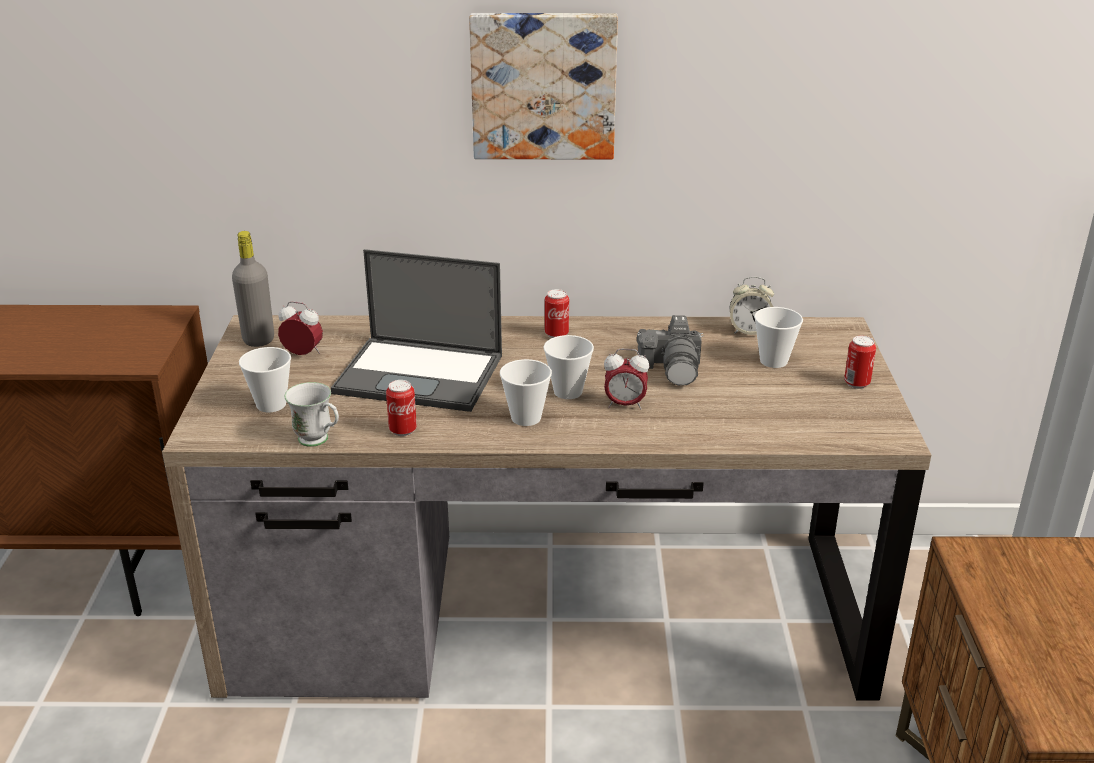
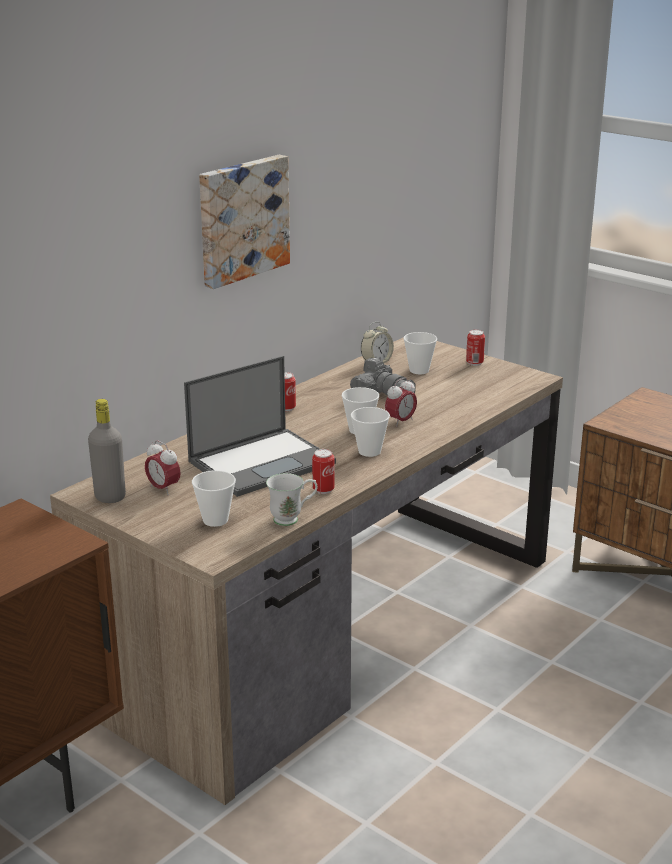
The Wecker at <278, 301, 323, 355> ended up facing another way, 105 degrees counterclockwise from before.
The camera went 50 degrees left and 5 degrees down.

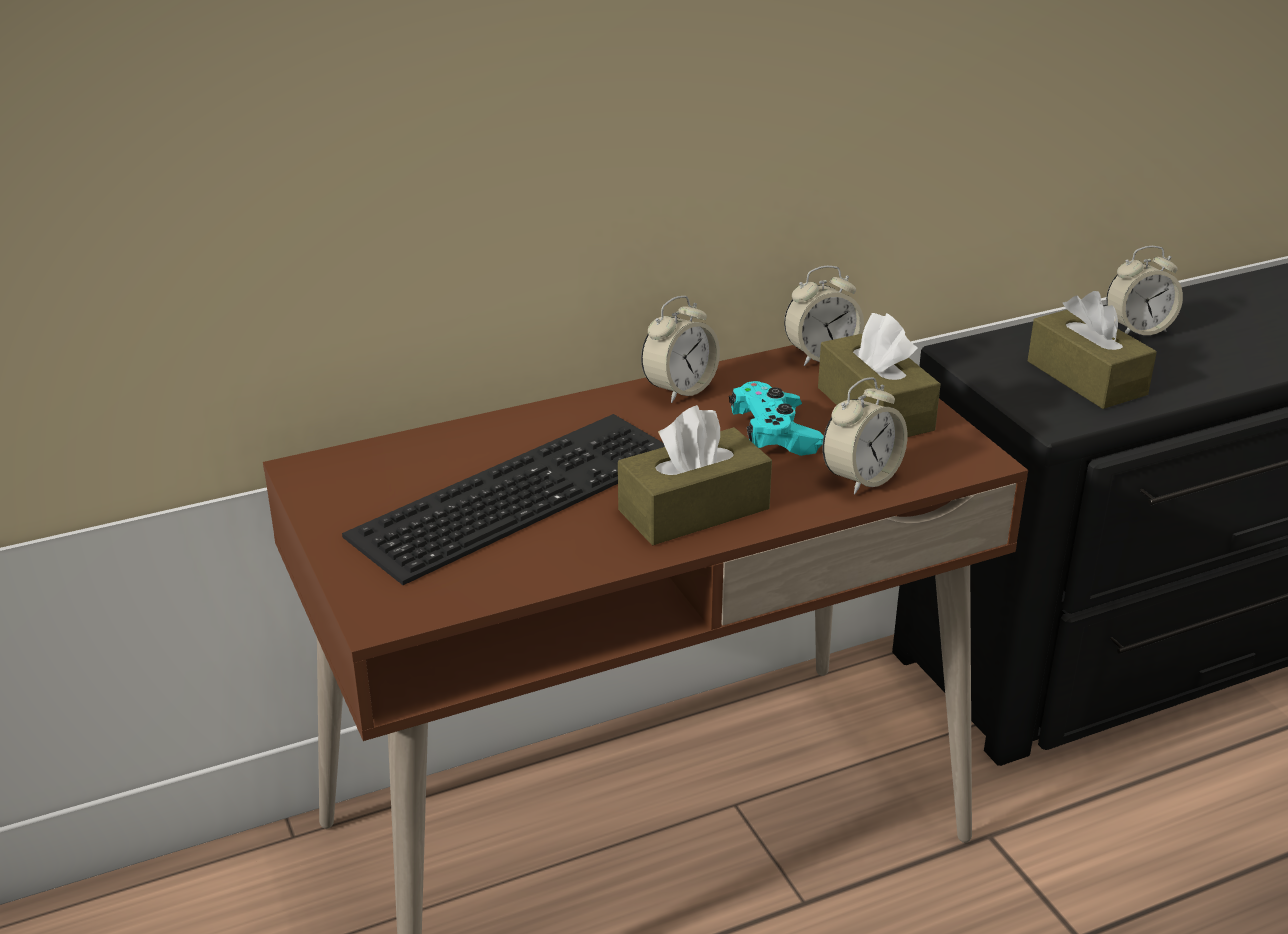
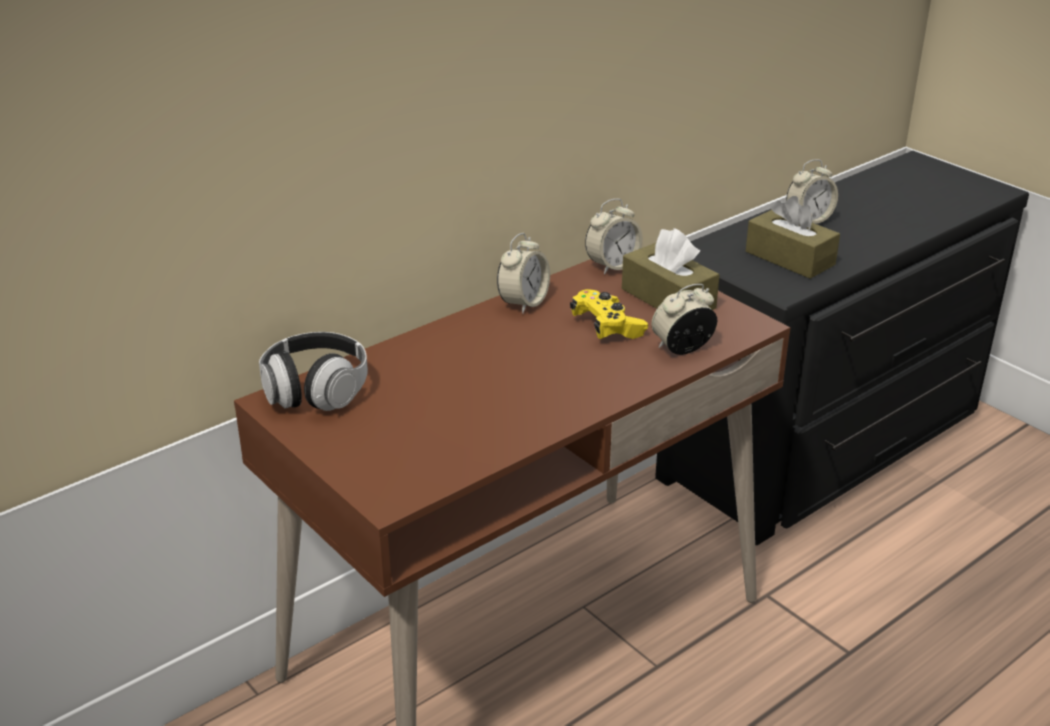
The second view lost the Tastatur at <342, 414, 665, 585>.
The second view lost the Taschentuchbox (braun) at <618, 405, 772, 545>.
What was the Gamepad (türkis) at <729, 381, 824, 456> turned into the Gamepad (gelb) at <570, 289, 648, 339>.
The Wecker at <823, 377, 908, 495> ended up facing another way, 150 degrees counterclockwise from before.
The second view gained the Kopfhörer at <259, 332, 368, 411>.
The camera went 15 degrees left and 0 degrees up.

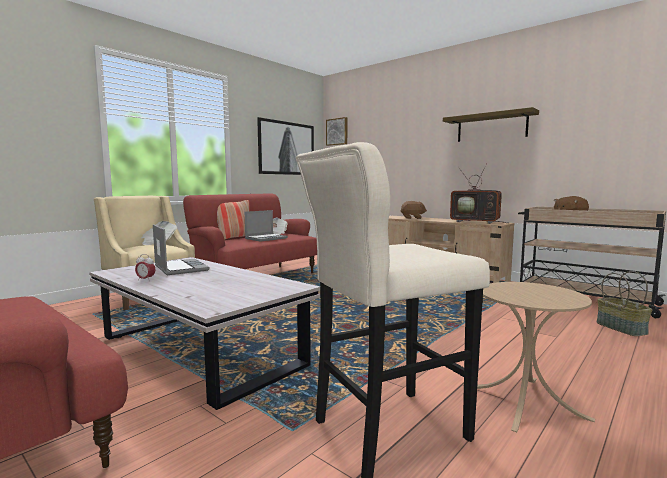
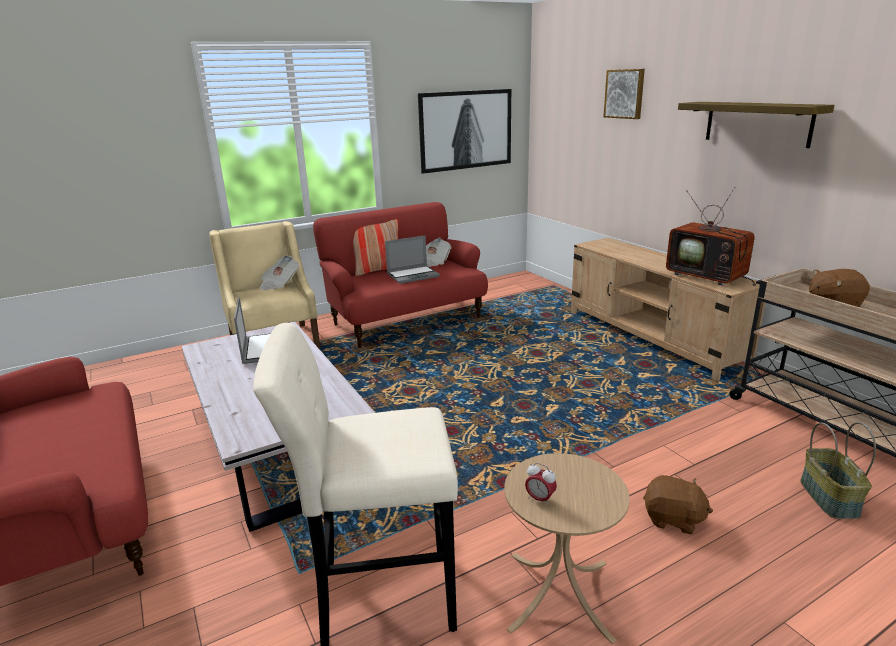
The Wecker ended up elsewhere, having gone from <135, 254, 156, 281> to <525, 463, 557, 506>.
The Bild ended up elsewhere, having gone from <326, 117, 347, 146> to <604, 69, 645, 119>.
The Plüschtier (braun) ended up elsewhere, having gone from <401, 201, 427, 219> to <643, 475, 713, 534>.
The camera went 20 degrees right and 15 degrees up.

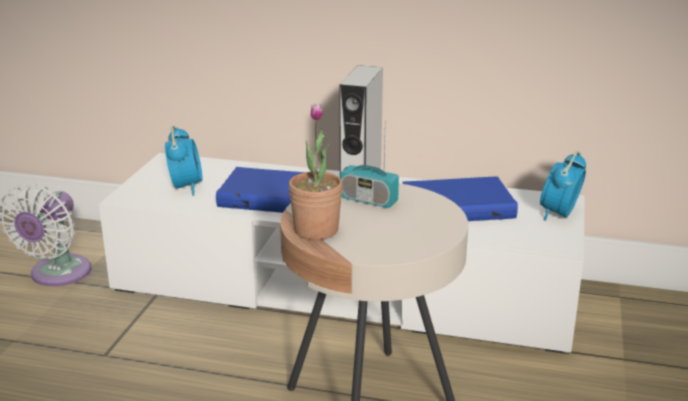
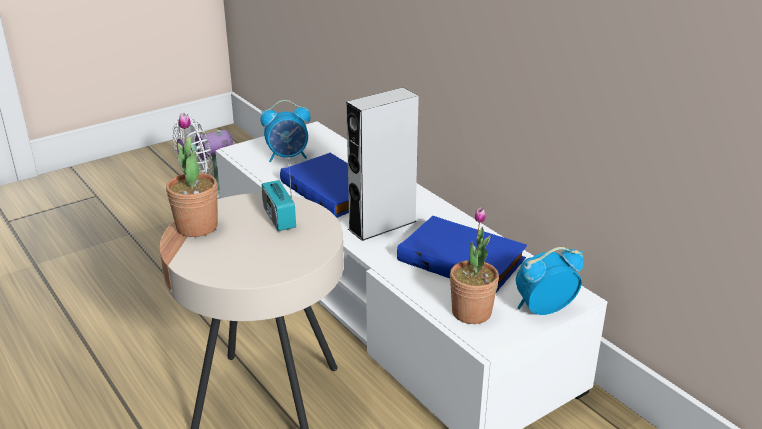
The Wecker at <165, 126, 202, 195> ended up facing another way, 45 degrees clockwise from before.
The second view gained the Topfpflanze at <450, 208, 499, 324>.
The camera went 40 degrees right and 5 degrees up.

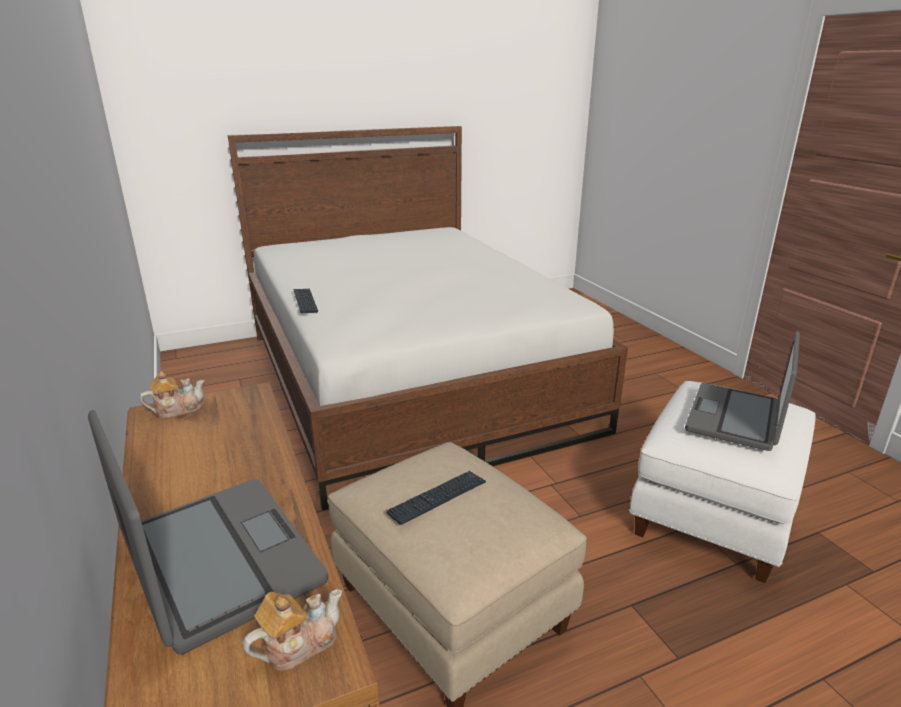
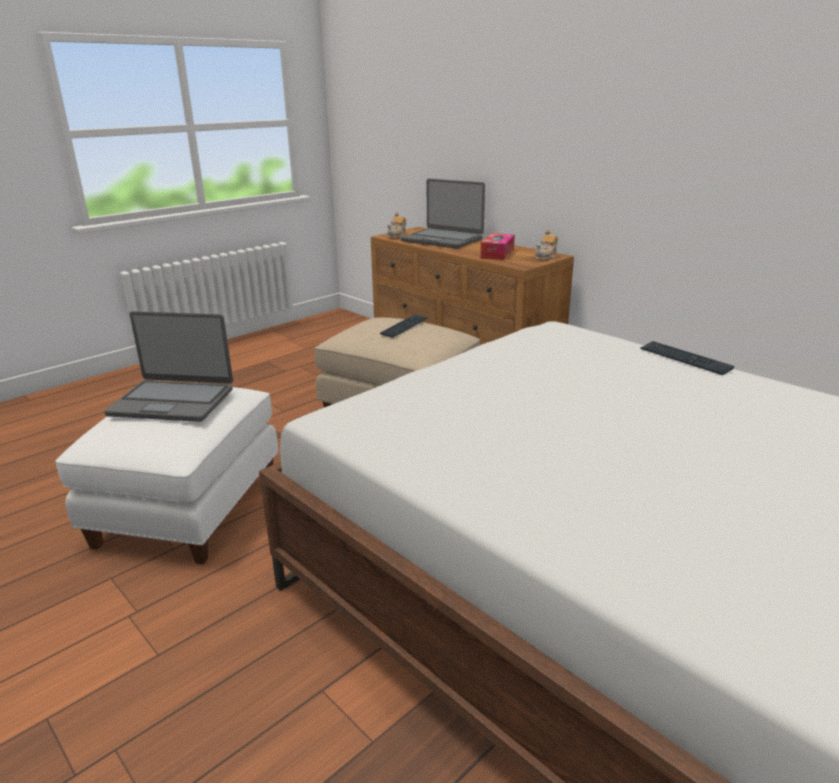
The Laptop at <685, 331, 800, 451> ended up facing another way, 90 degrees clockwise from before.
The second view gained the Taschentuchbox at <480, 233, 515, 260>.
The camera went 160 degrees right and 0 degrees up.

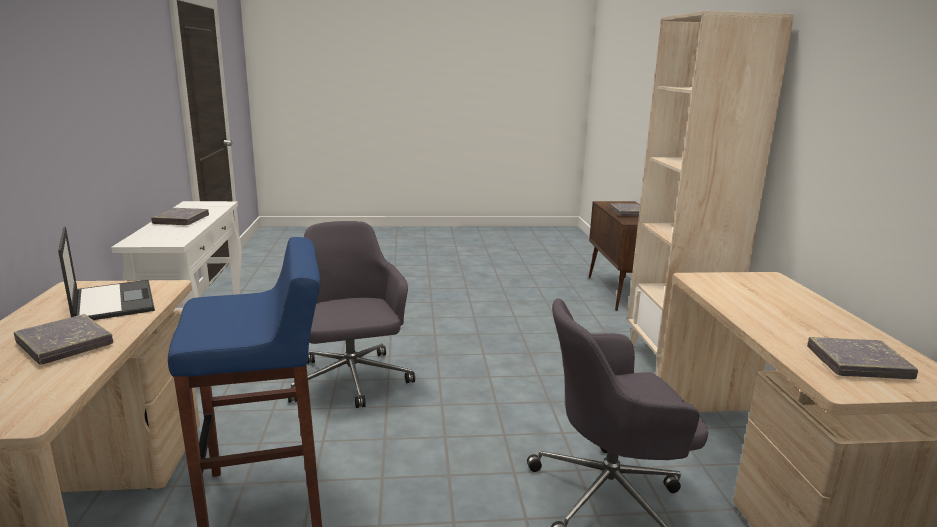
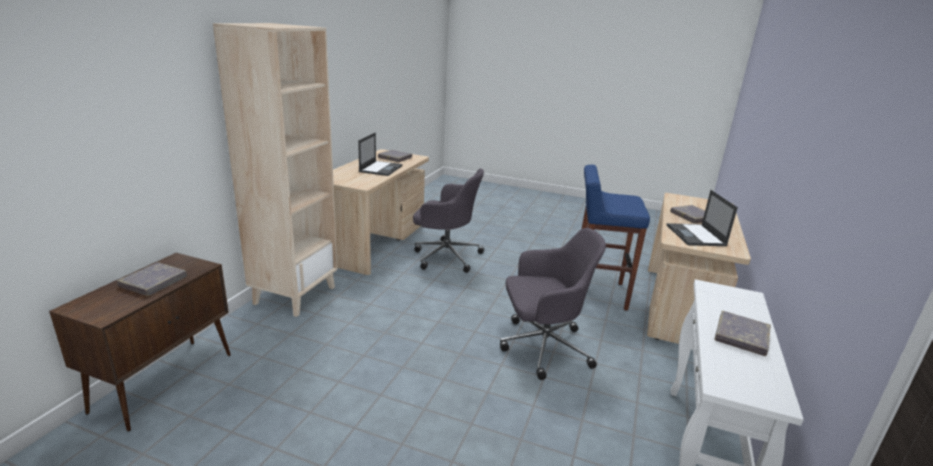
The Bürostuhl (grau) at <288, 221, 415, 408> ended up facing another way, 105 degrees counterclockwise from before.
The second view gained the Laptop at <358, 132, 403, 176>.
The camera went 155 degrees left and 5 degrees up.

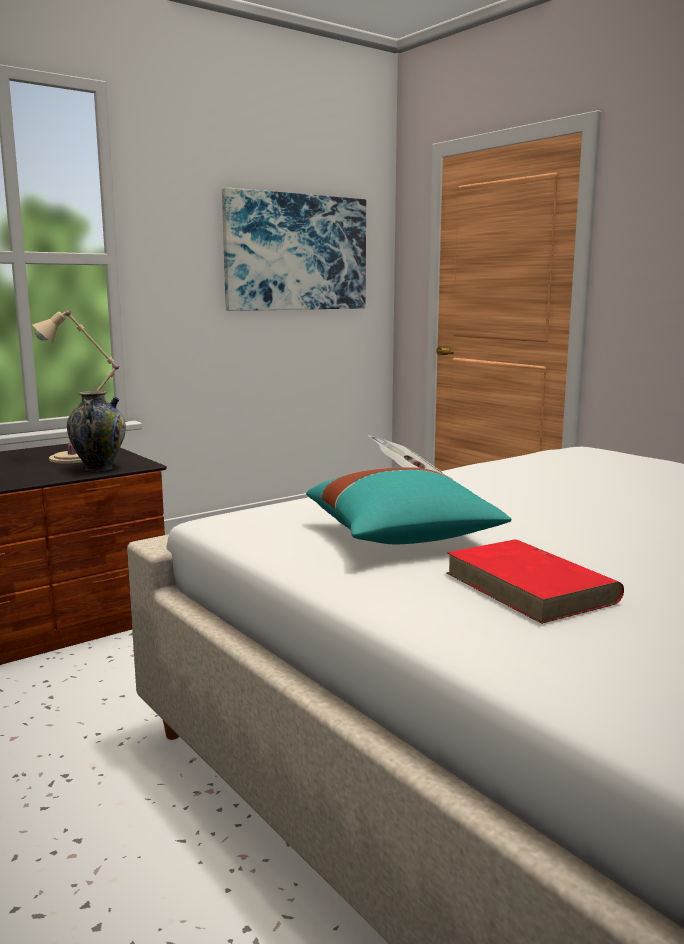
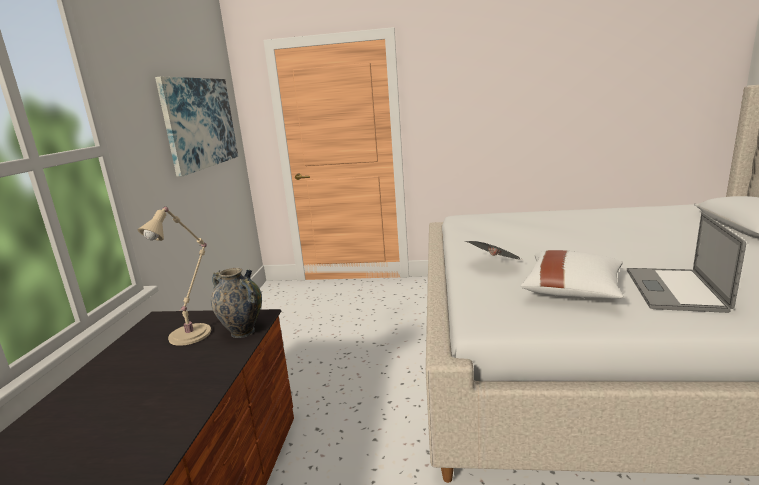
What was the Kissen (türkis) at <306, 467, 511, 544> turned into the Kissen (weiß) at <521, 250, 624, 299>.
Where the Buch (rot) stood at <446, 540, 624, 624>, the Laptop came to stand at <627, 212, 746, 313>.
The camera went 45 degrees left and 5 degrees up.

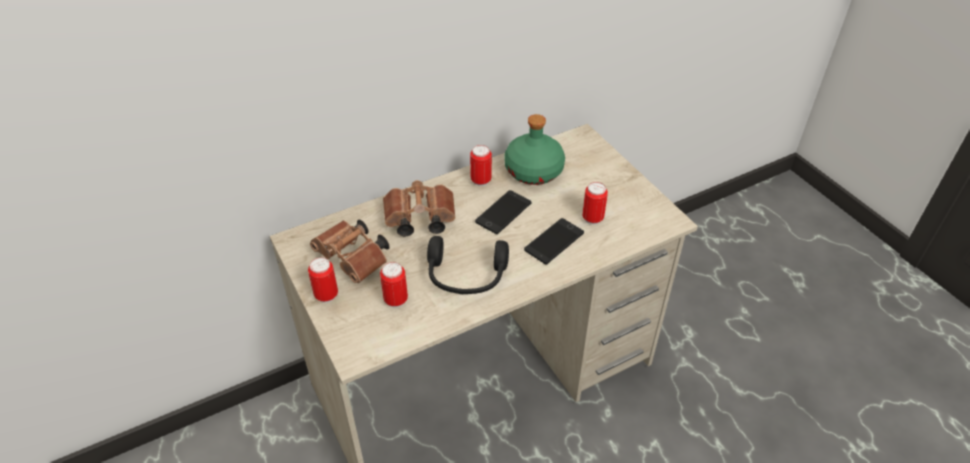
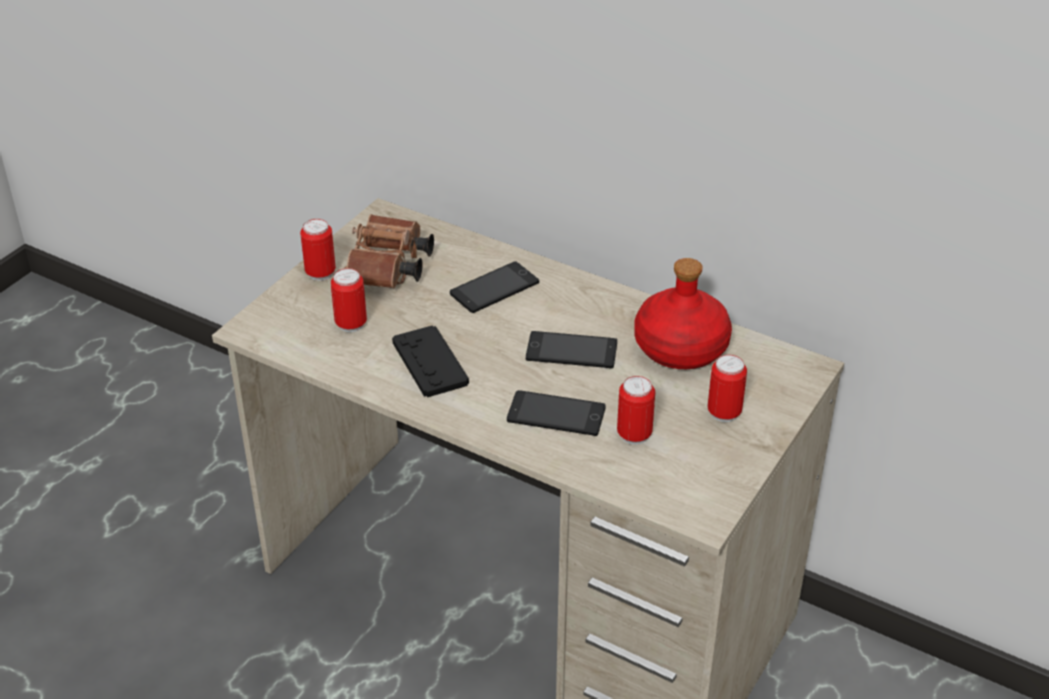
Where the Fernglas (braun) stood at <383, 180, 456, 236>, the Handy came to stand at <450, 261, 539, 313>.
Where the Kopfhörer (schwarz) stood at <427, 236, 509, 294>, the Gamepad (schwarz) came to stand at <392, 325, 469, 397>.
The Dose ended up elsewhere, having gone from <470, 145, 492, 186> to <707, 355, 747, 422>.
What was the Flasche (grün) at <504, 114, 565, 185> turned into the Flasche (rot) at <635, 258, 732, 369>.
The camera went 60 degrees right and 5 degrees down.

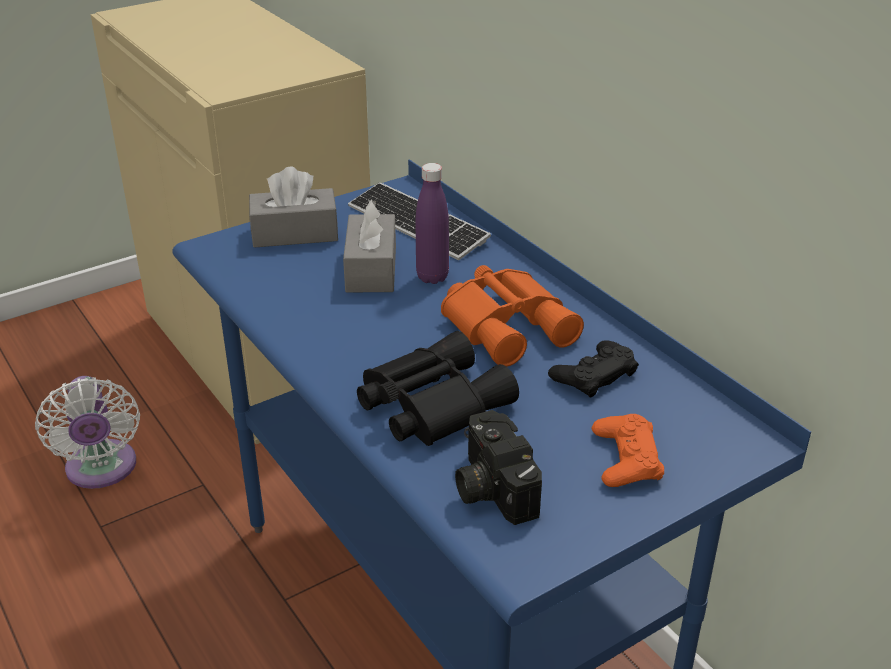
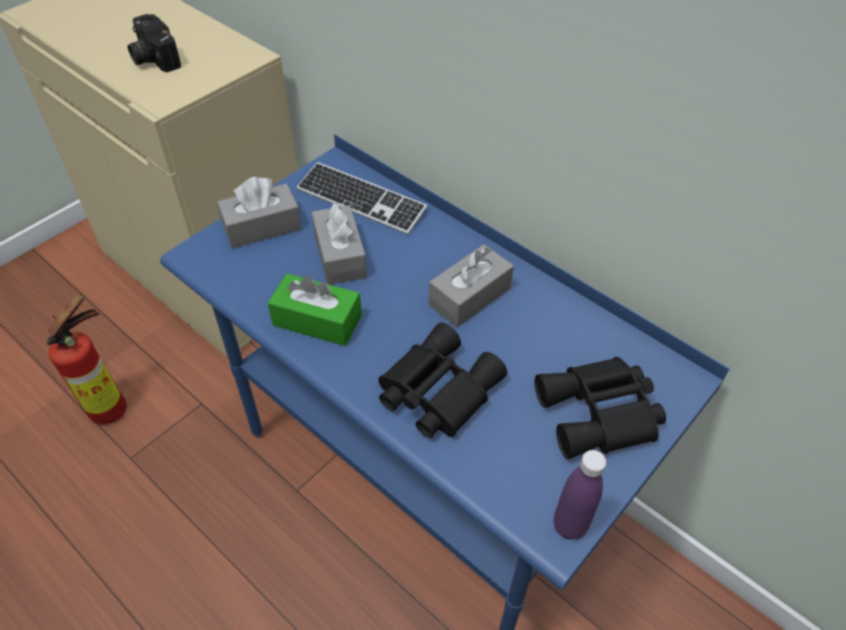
Where the Ventilator (weiß) stood at <35, 376, 140, 489>, the Feuerlöscher came to stand at <46, 294, 126, 424>.
The Flasche (lila) ended up elsewhere, having gone from <416, 163, 449, 284> to <553, 450, 606, 540>.
Where the Fernglas (orange) stood at <441, 265, 584, 367>, the Taschentuchbox (grau) came to stand at <429, 244, 514, 327>.
The Kamera ended up elsewhere, having gone from <455, 410, 542, 525> to <128, 14, 181, 72>.
The second view lost the Gamepad (schwarz) at <548, 340, 639, 398>.
Where the Gamepad (orange) stood at <592, 414, 664, 487>, the Fernglas (schwarz) came to stand at <535, 357, 666, 459>.
The second view gained the Taschentuchbox (grün) at <268, 274, 362, 346>.
The camera went 15 degrees left and 15 degrees up.

